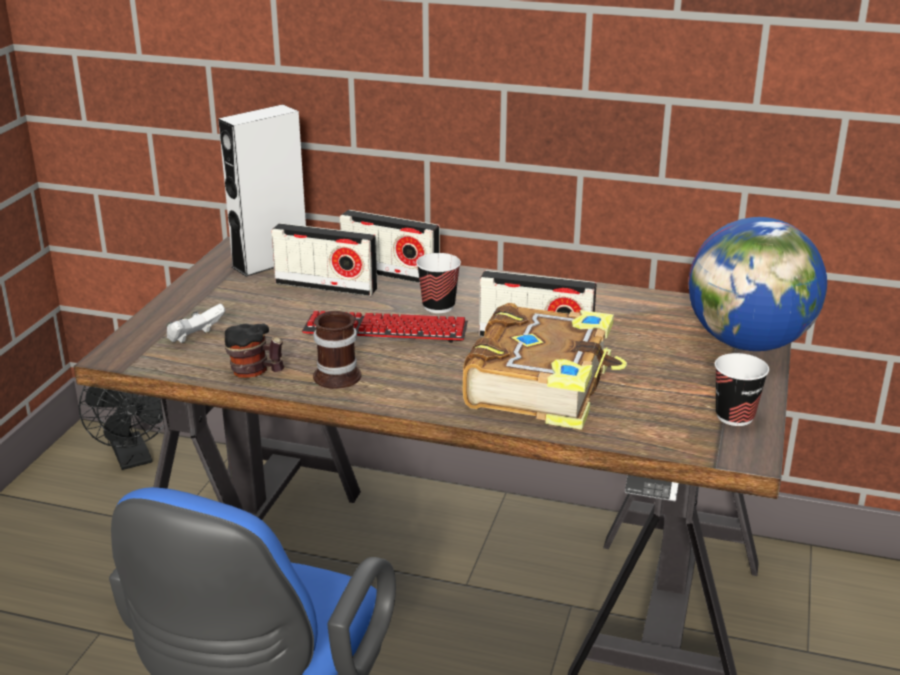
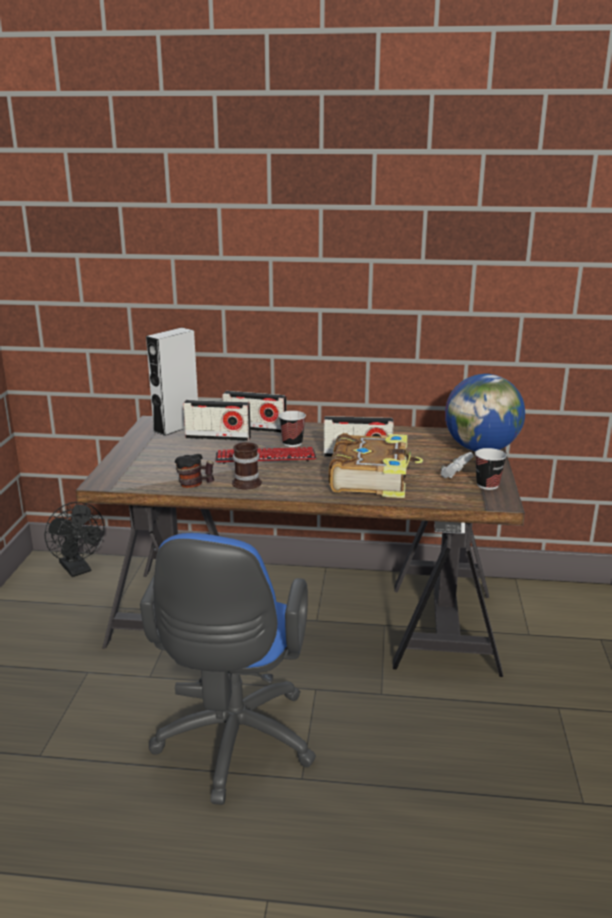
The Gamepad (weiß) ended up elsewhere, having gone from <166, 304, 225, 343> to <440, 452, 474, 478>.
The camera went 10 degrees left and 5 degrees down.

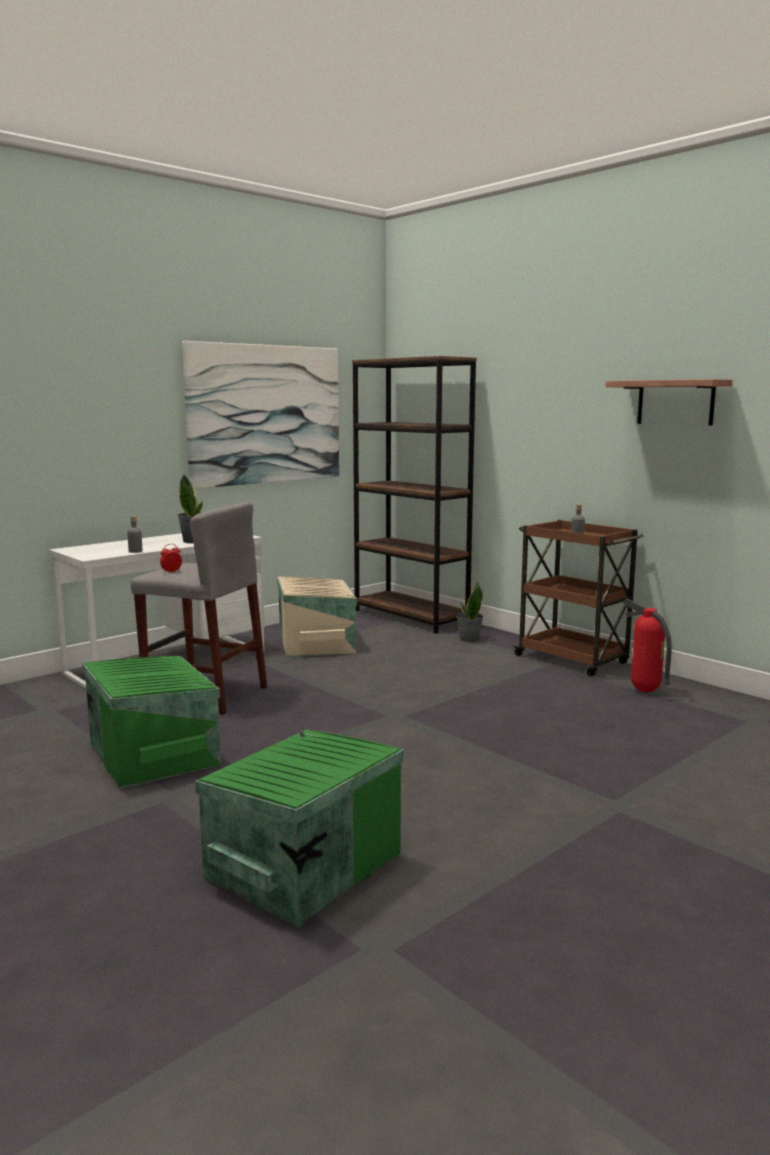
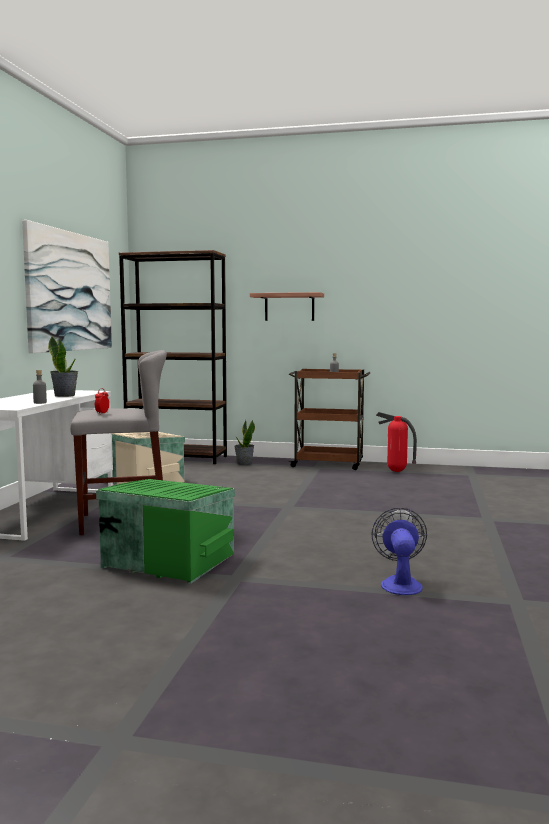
Where the Aufbewahrungsbox (grün) stood at <195, 729, 404, 928>, the Ventilator came to stand at <372, 508, 427, 595>.
The Wandregal ended up elsewhere, having gone from <606, 379, 733, 426> to <250, 292, 324, 321>.
The camera went 35 degrees left and 5 degrees down.

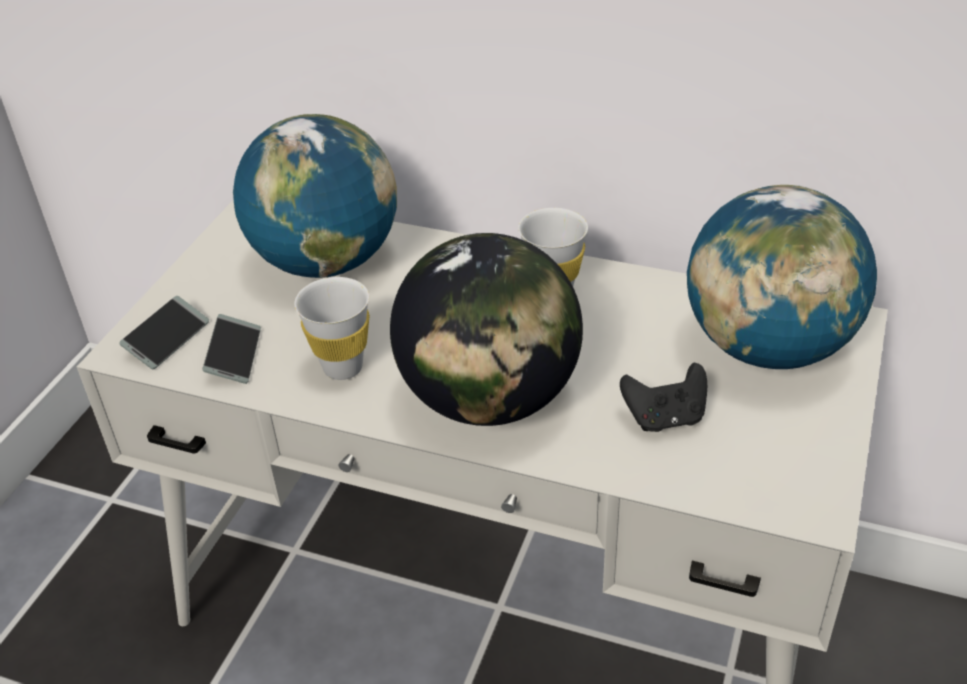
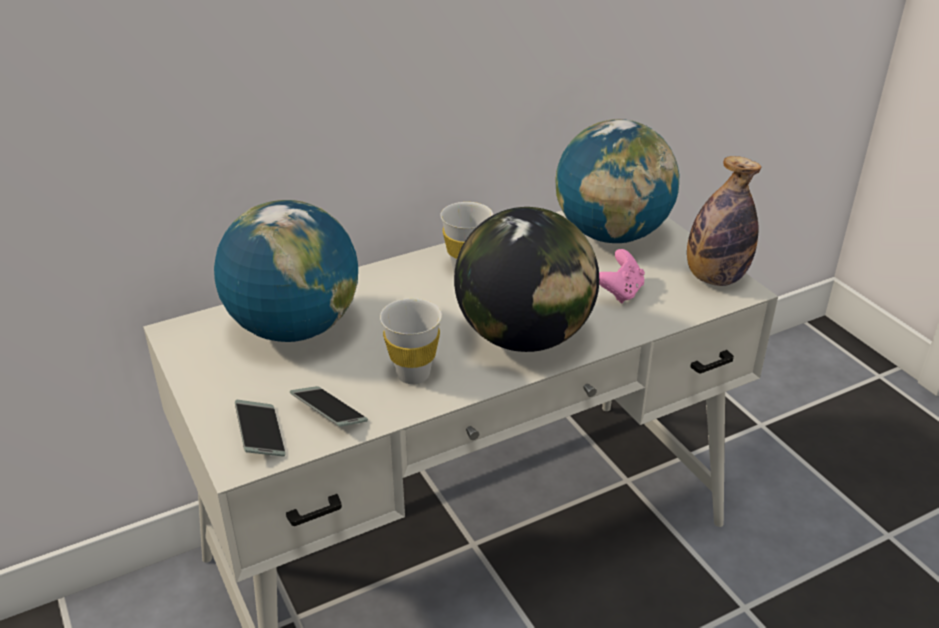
What was the Gamepad (schwarz) at <620, 363, 707, 432> turned into the Gamepad (rosa) at <599, 249, 645, 303>.
The second view gained the Flasche at <687, 156, 761, 286>.
The camera went 50 degrees left and 5 degrees down.

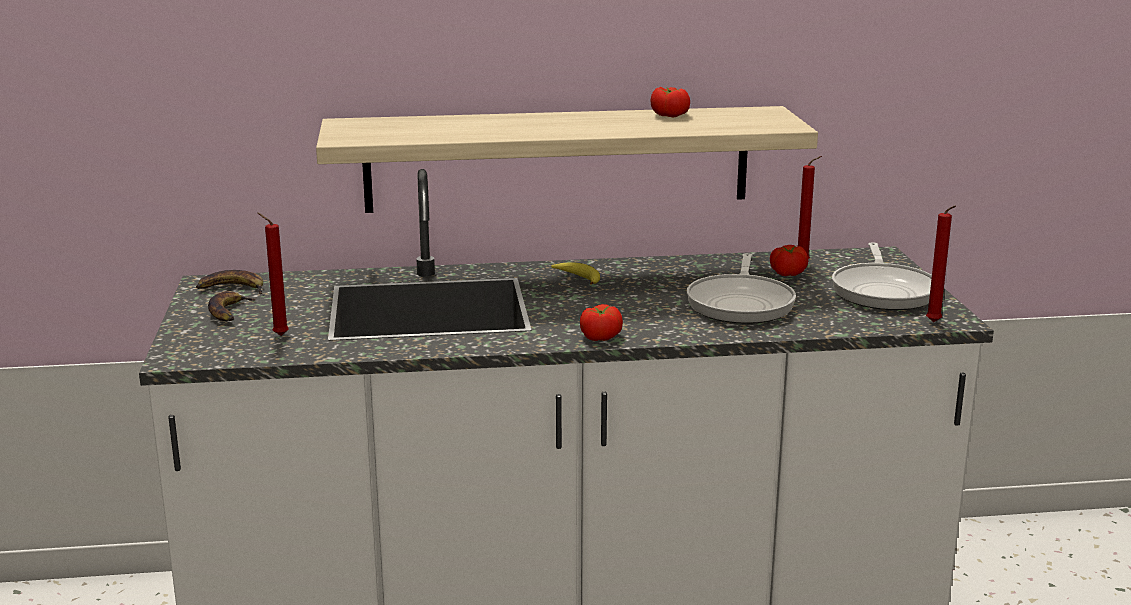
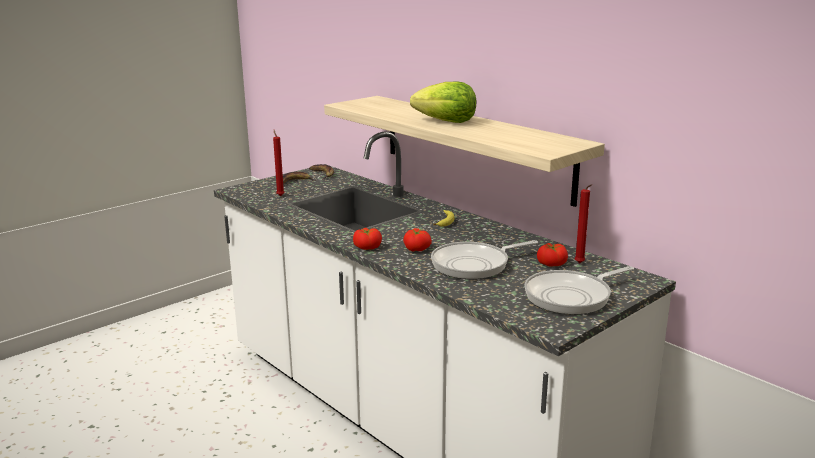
The Tomate ended up elsewhere, having gone from <650, 87, 690, 117> to <403, 228, 432, 252>.
The second view lost the Kerze (rot) at <926, 205, 956, 322>.
The second view gained the Salatkopf at <410, 82, 477, 123>.
The camera went 55 degrees right and 0 degrees up.

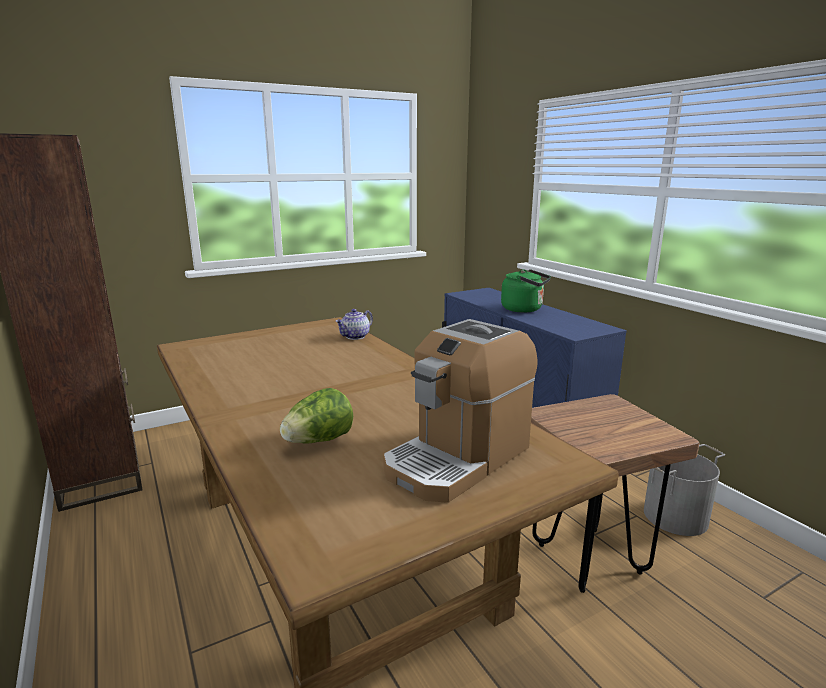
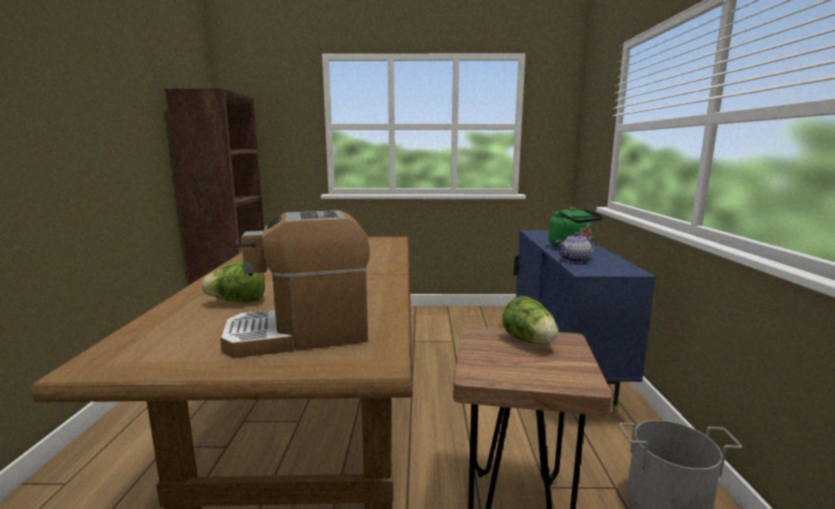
The Teekanne ended up elsewhere, having gone from <335, 309, 373, 340> to <556, 232, 597, 263>.
The second view gained the Salatkopf at <502, 296, 559, 344>.
The camera went 30 degrees right and 5 degrees down.

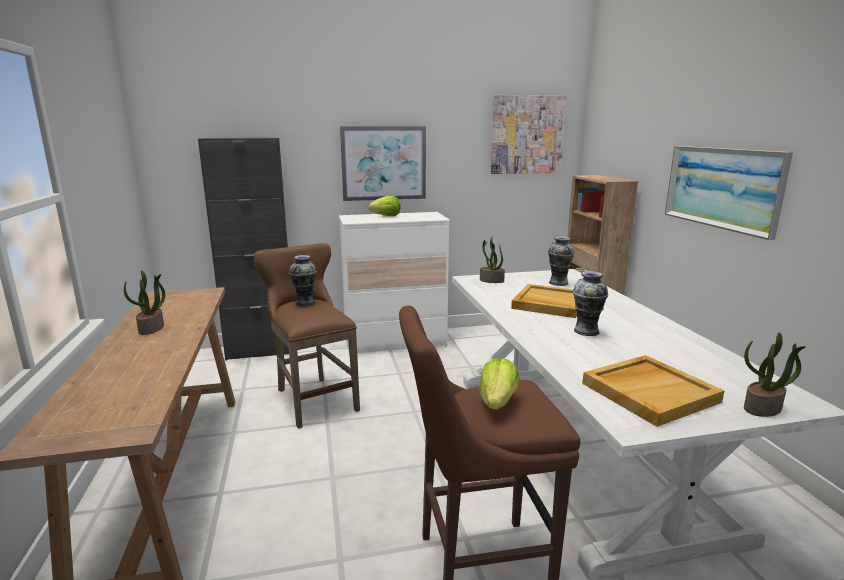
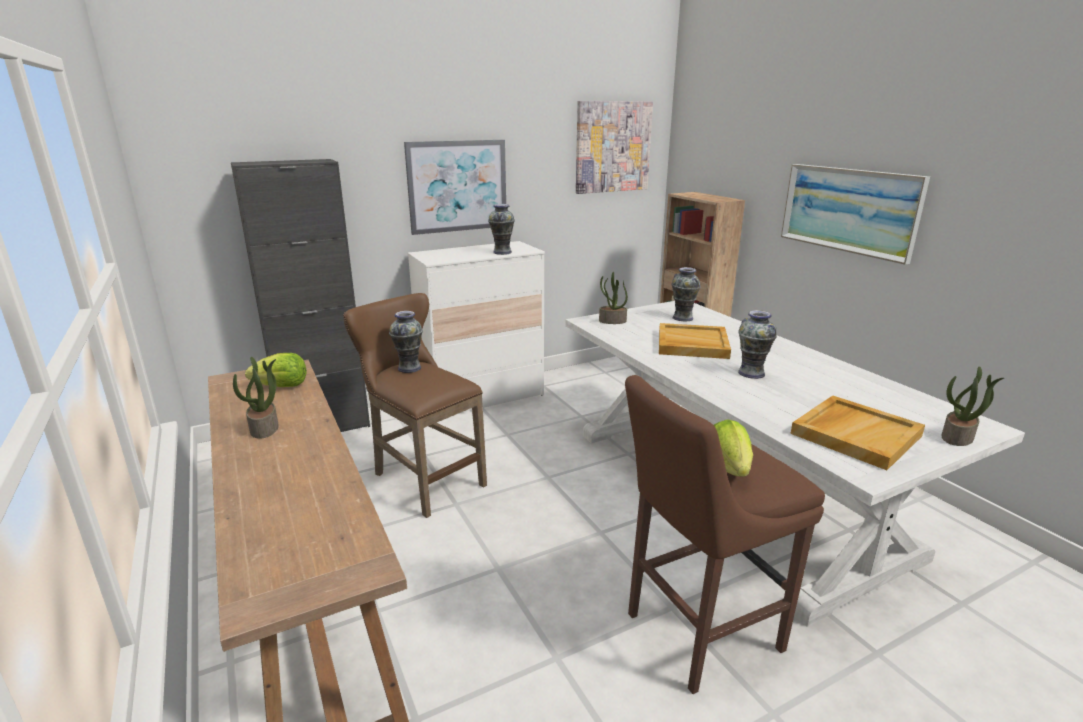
The Salatkopf ended up elsewhere, having gone from <369, 196, 401, 216> to <245, 353, 307, 387>.
The second view gained the Vase at <488, 204, 515, 255>.
The camera went 15 degrees left and 5 degrees up.

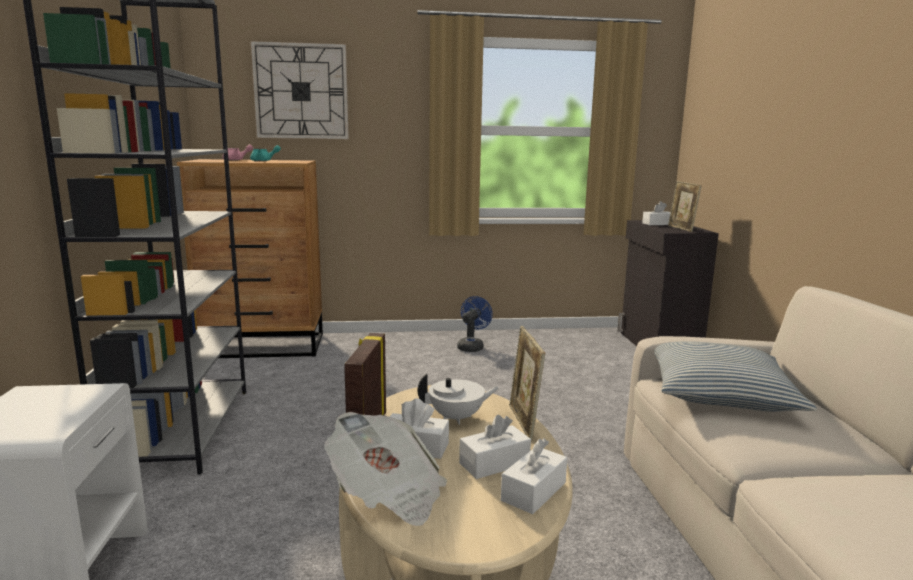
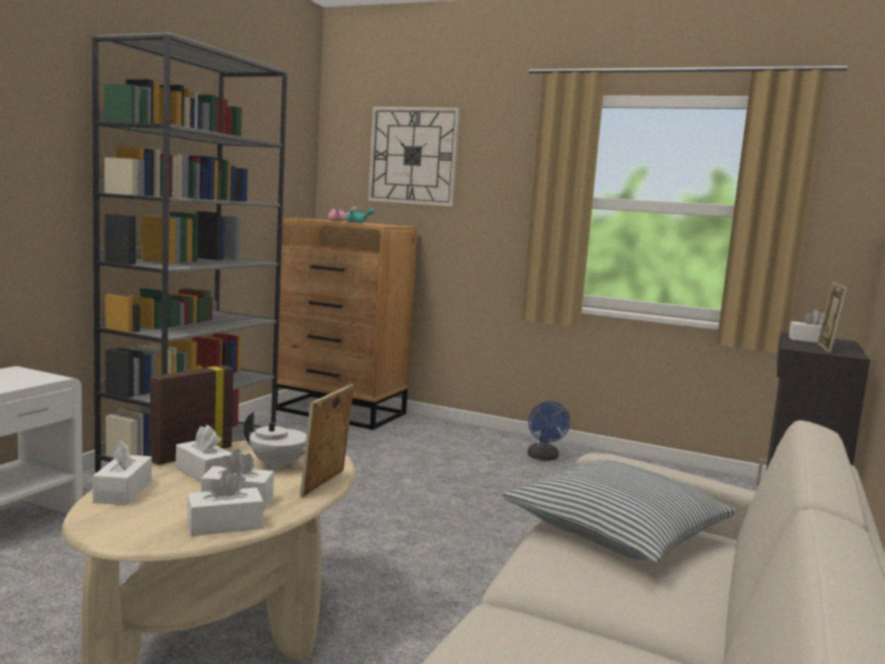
Where the Zeitung stood at <324, 412, 447, 526>, the Taschentuchbox (weiß) came to stand at <92, 440, 152, 505>.
The Ventilator (blau) at <457, 296, 493, 352> ended up facing another way, 120 degrees clockwise from before.
The camera went 30 degrees right and 5 degrees down.

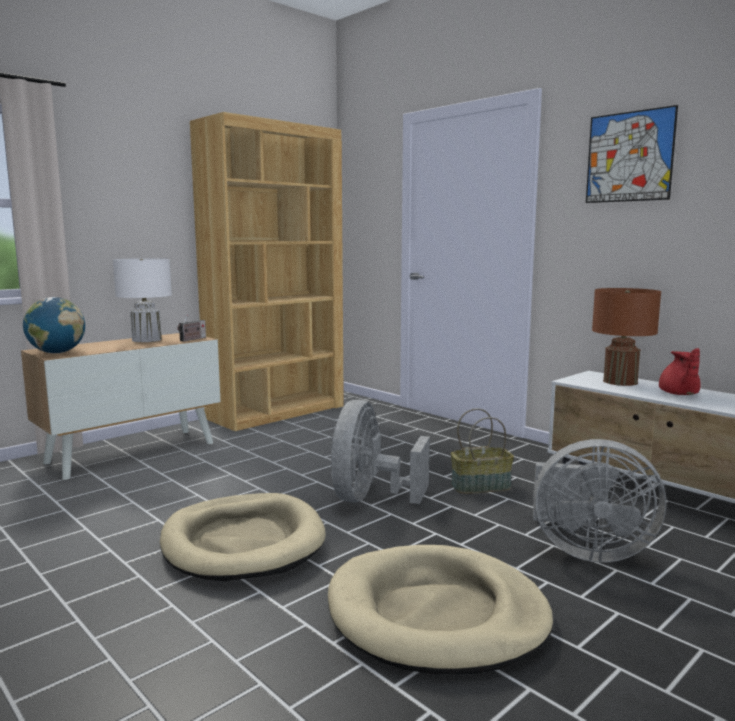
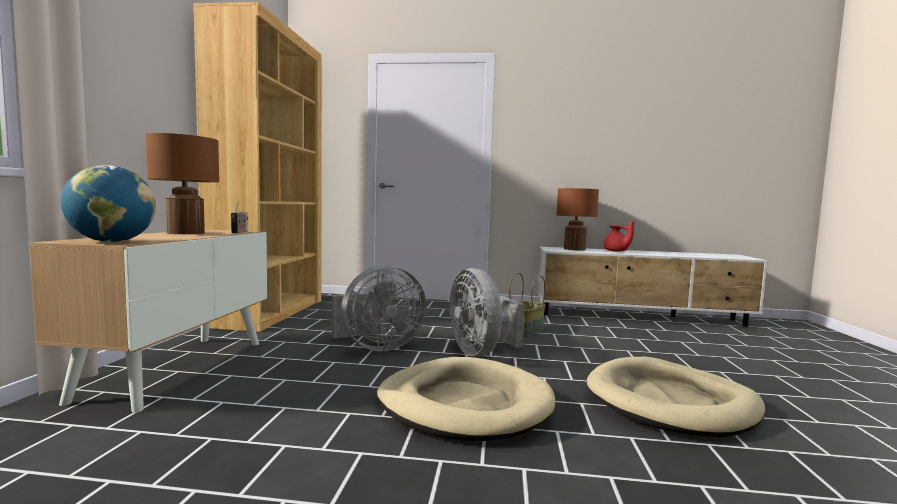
What was the Tischlampe (weiß) at <113, 258, 172, 342> turned into the Tischlampe (braun) at <146, 133, 219, 234>.
The Ventilator (grau) ended up elsewhere, having gone from <533, 439, 666, 562> to <332, 265, 426, 351>.
The second view lost the Bild at <586, 105, 678, 203>.
The camera went 40 degrees left and 5 degrees down.

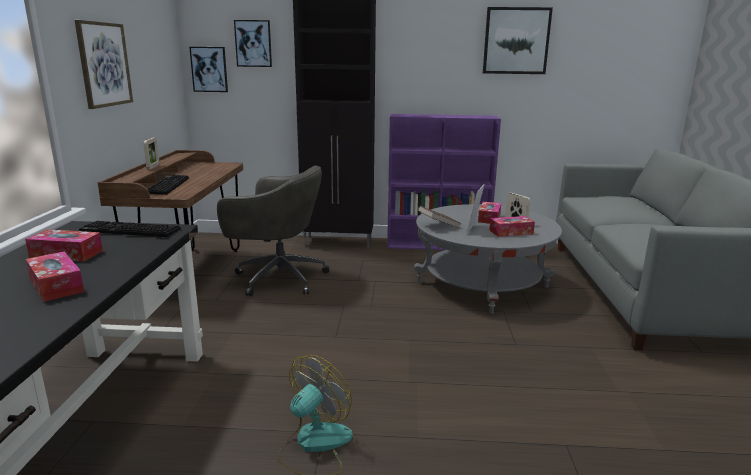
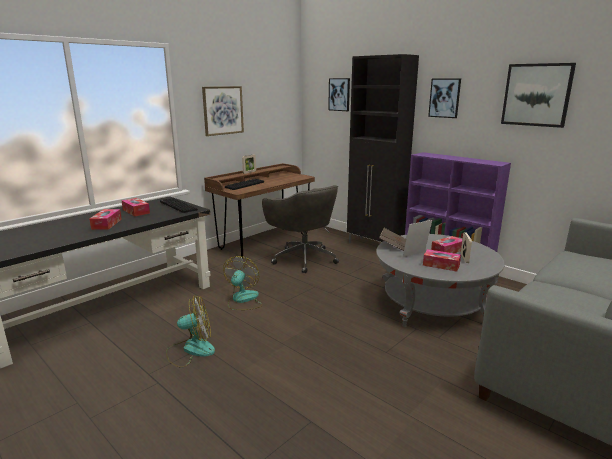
The Bild ended up elsewhere, having gone from <189, 47, 228, 92> to <428, 78, 461, 118>.
The second view gained the Ventilator at <223, 256, 262, 310>.
The camera went 40 degrees right and 0 degrees up.

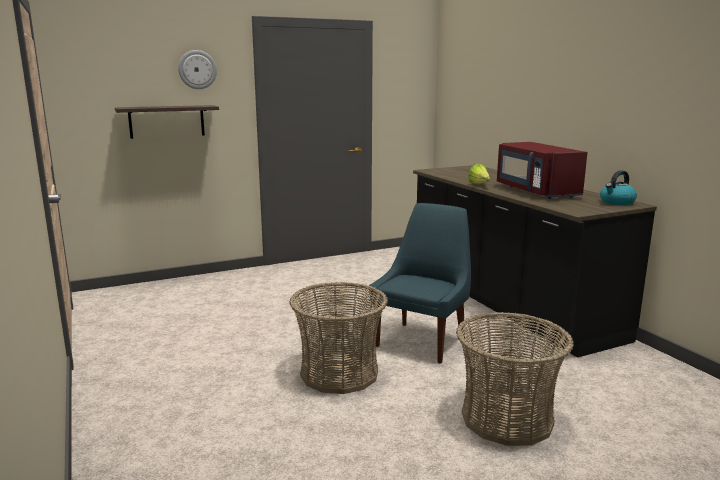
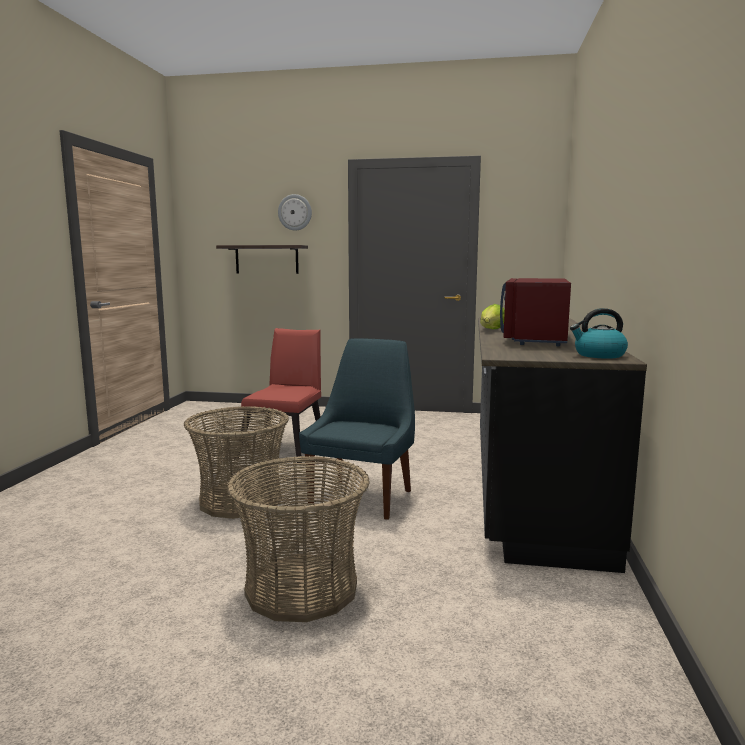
The Stuhl (blau) at <369, 203, 471, 364> ended up facing another way, 45 degrees counterclockwise from before.
The second view gained the Stuhl (rot) at <237, 328, 321, 463>.
The camera went 35 degrees right and 5 degrees down.

